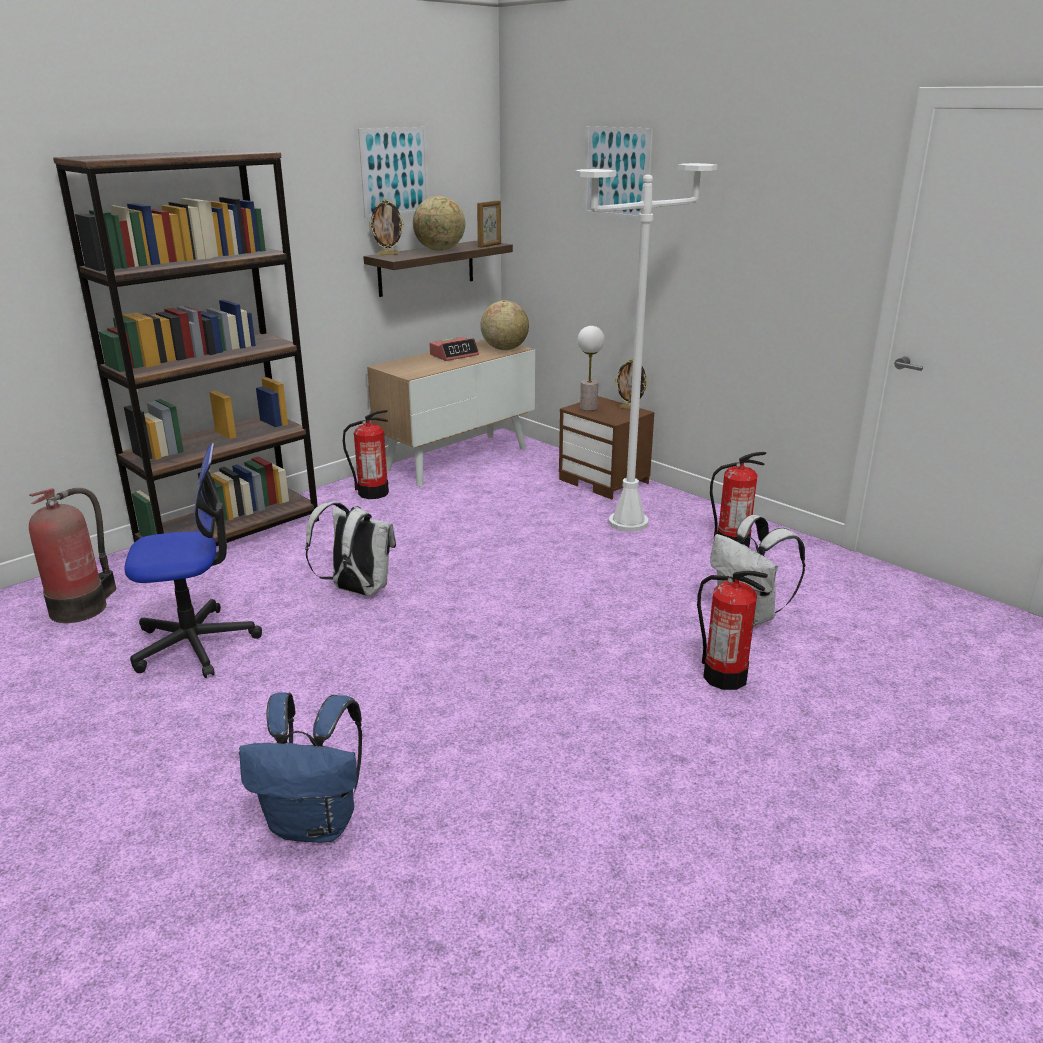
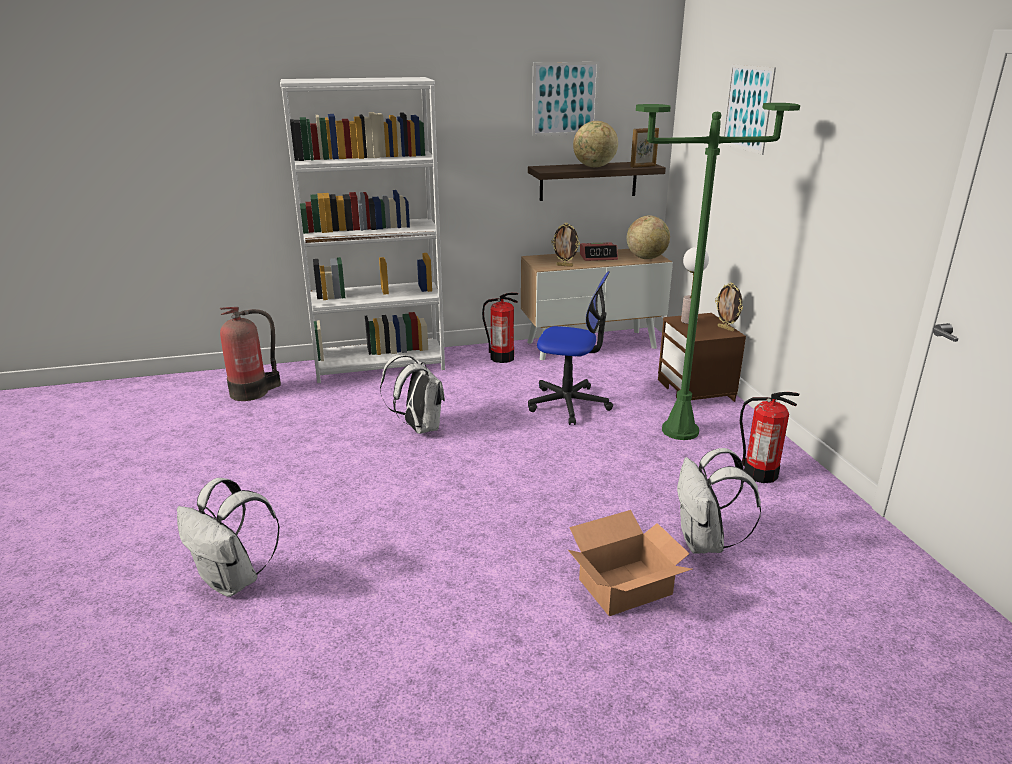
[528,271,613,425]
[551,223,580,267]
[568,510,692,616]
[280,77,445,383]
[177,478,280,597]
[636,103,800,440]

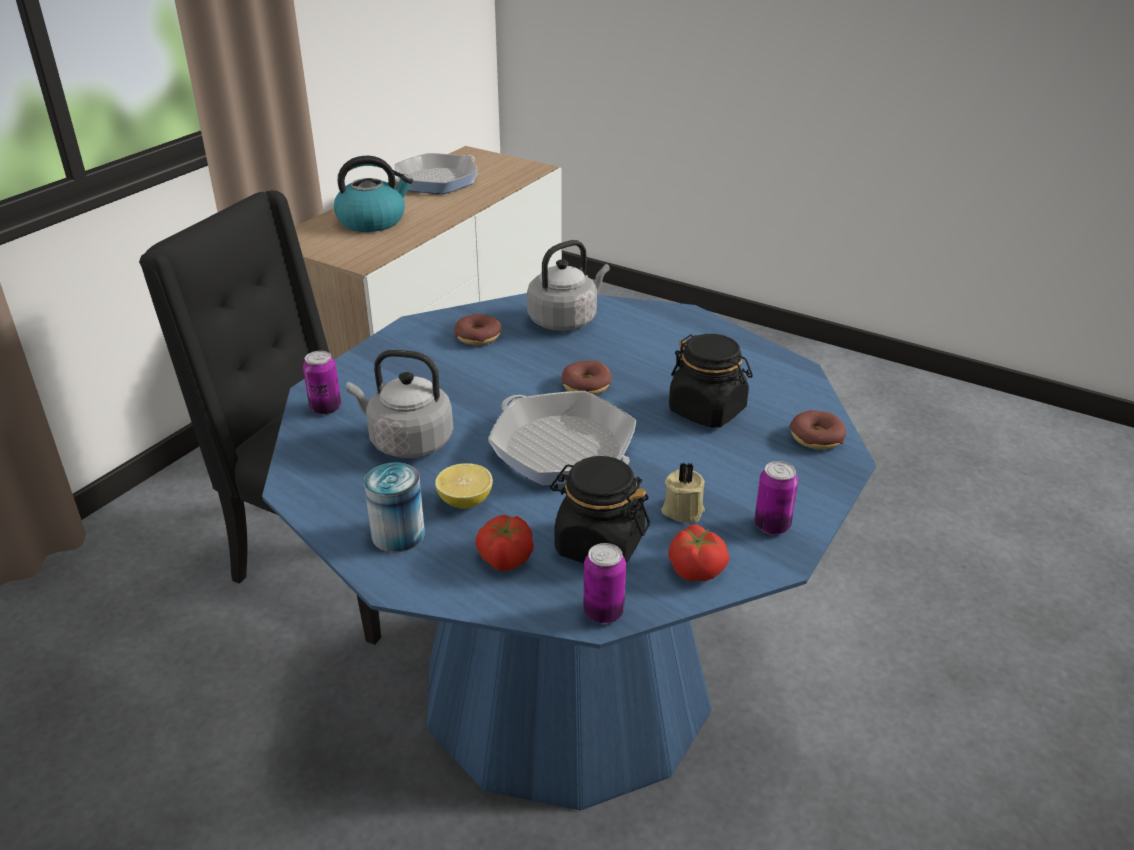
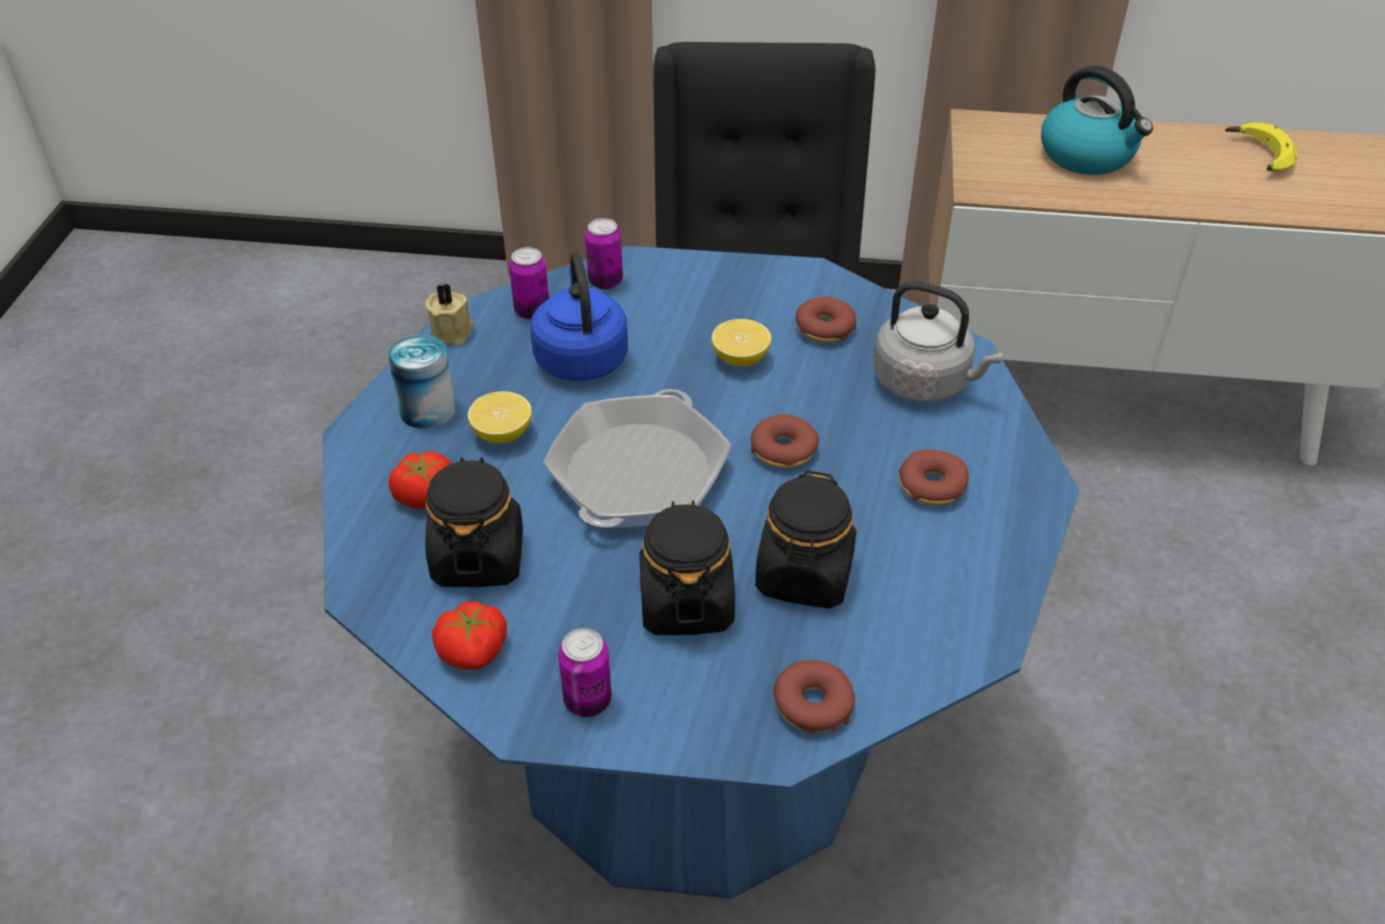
[639,500,735,635]
[711,319,771,367]
[899,450,969,506]
[509,247,549,320]
[425,283,475,346]
[1225,123,1298,172]
[530,252,628,381]

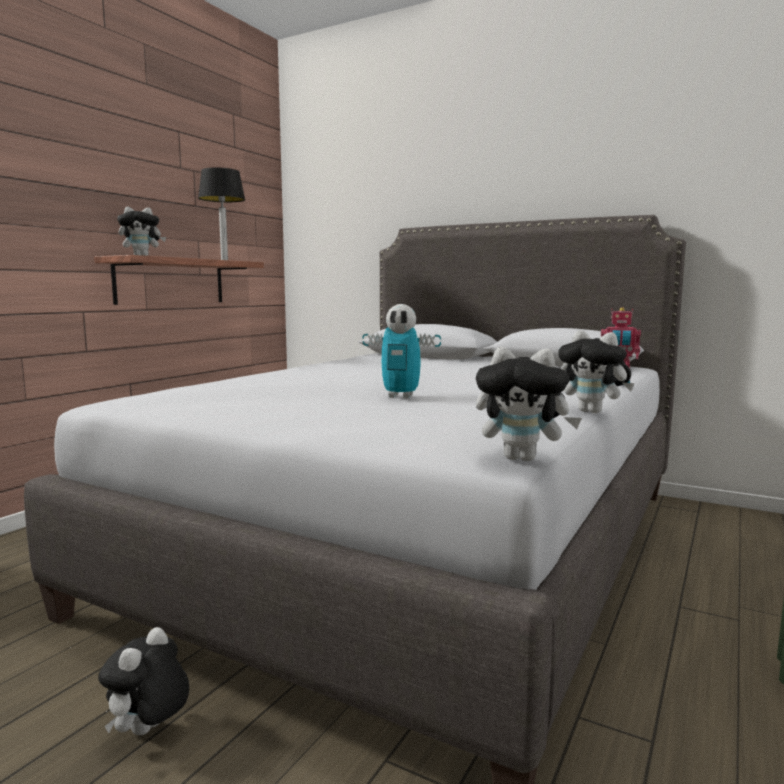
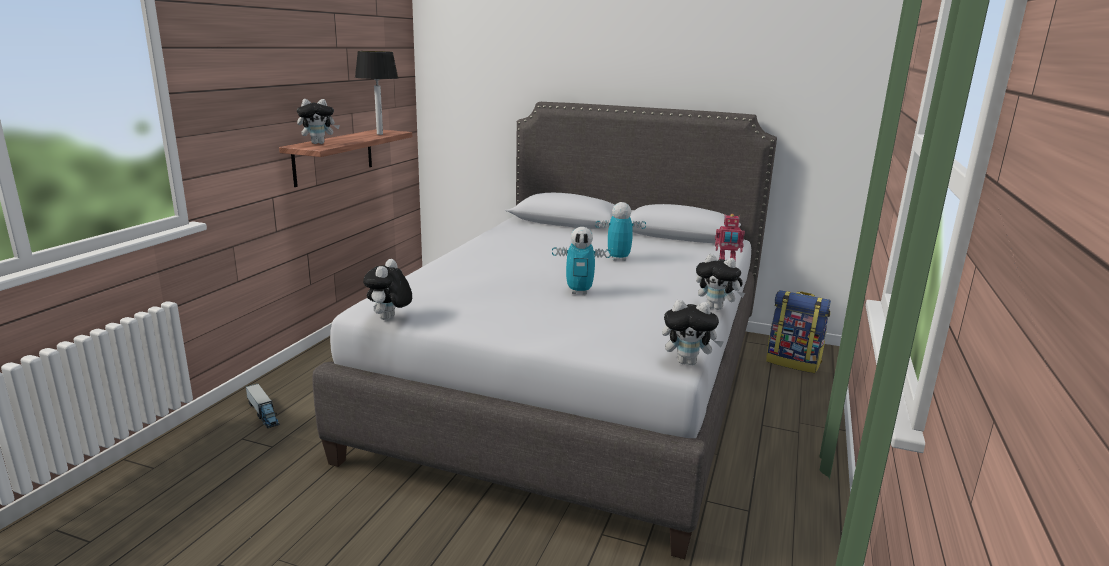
[246,384,280,428]
[595,202,646,261]
[766,290,831,373]
[363,259,412,320]

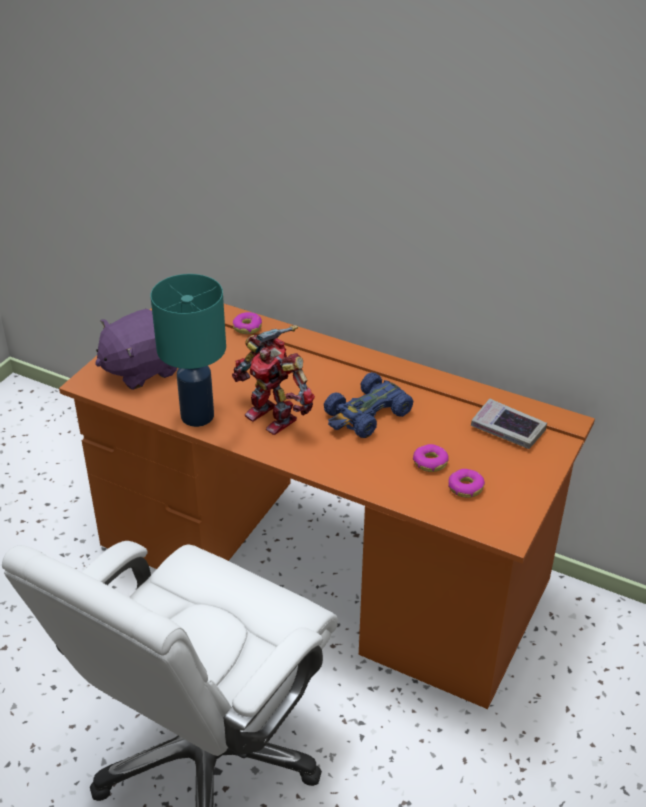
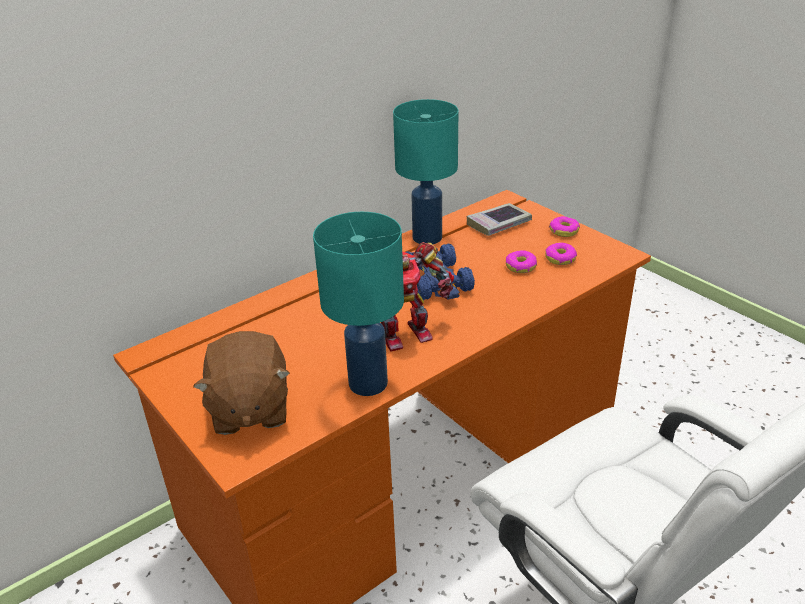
[393,99,458,245]
[549,216,580,237]
[193,331,290,435]

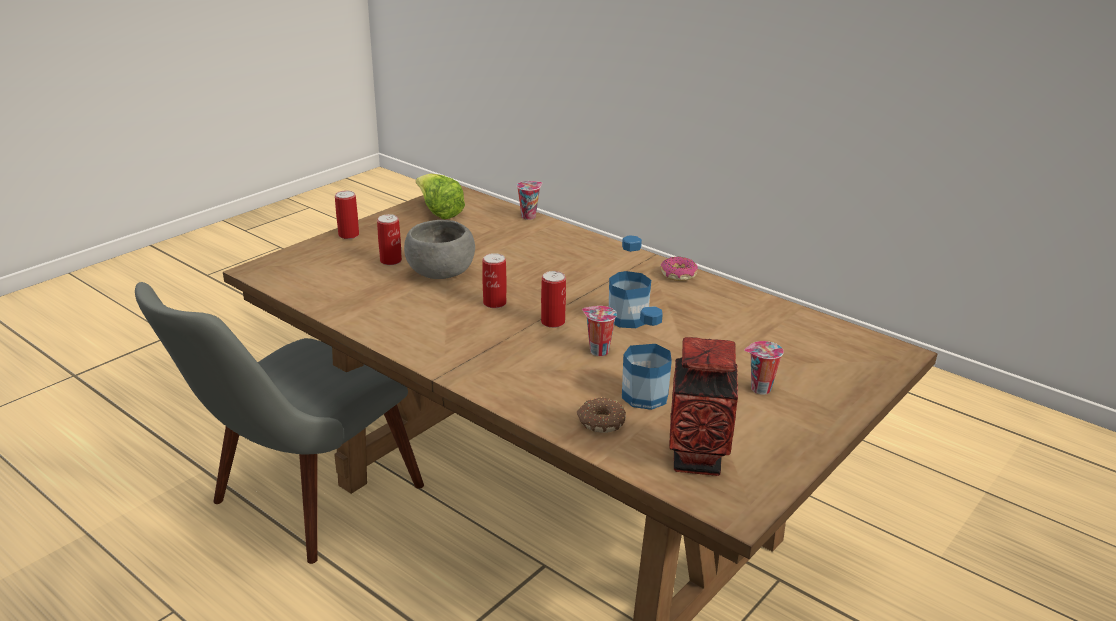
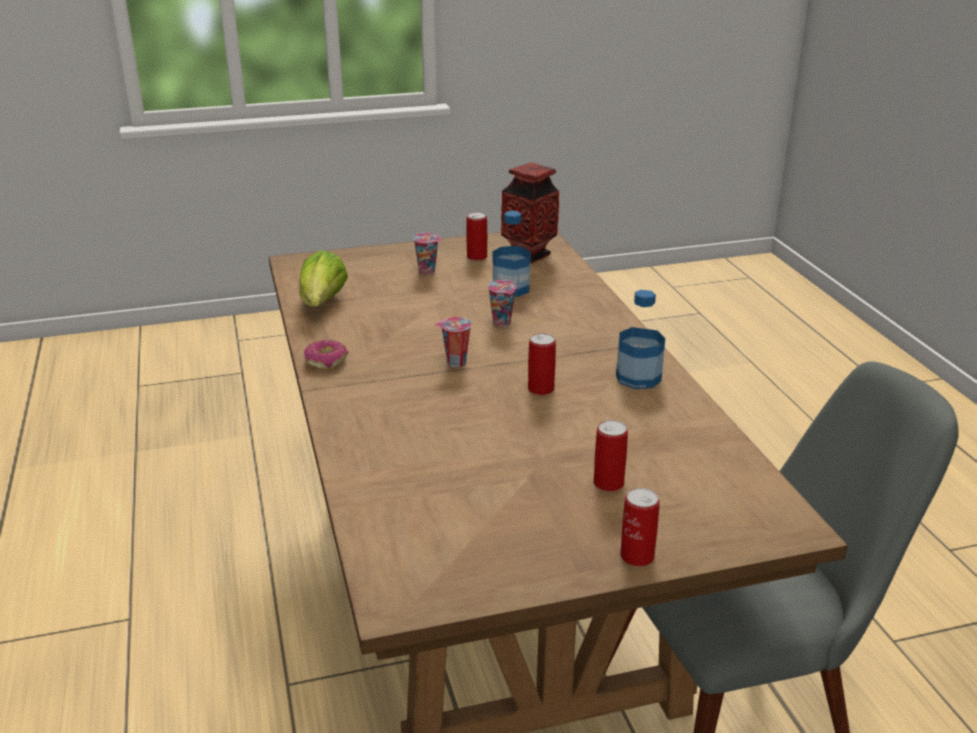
[404,220,475,279] (first image)
[577,397,626,433] (first image)
[299,250,348,307]
[435,317,472,367]
[466,212,487,261]
[616,290,665,389]

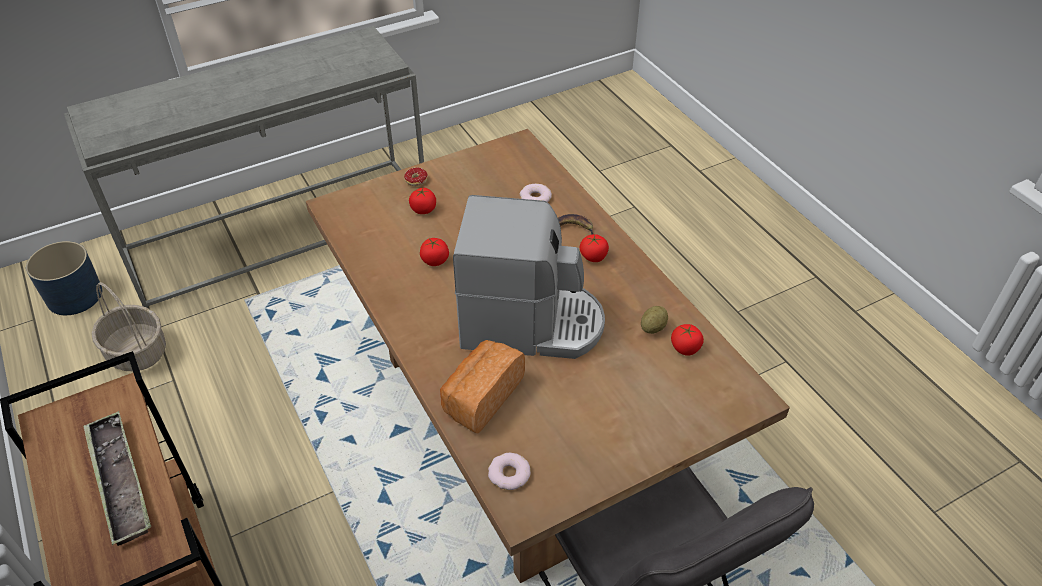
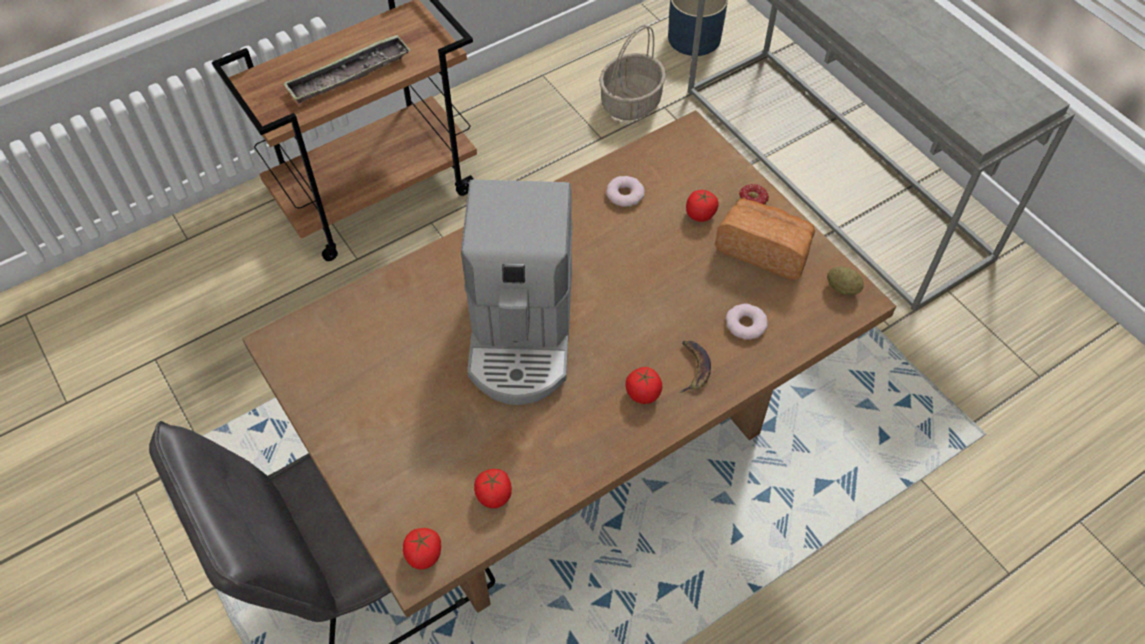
[403,528,441,569]
[715,198,815,280]
[606,176,645,207]
[827,266,864,295]

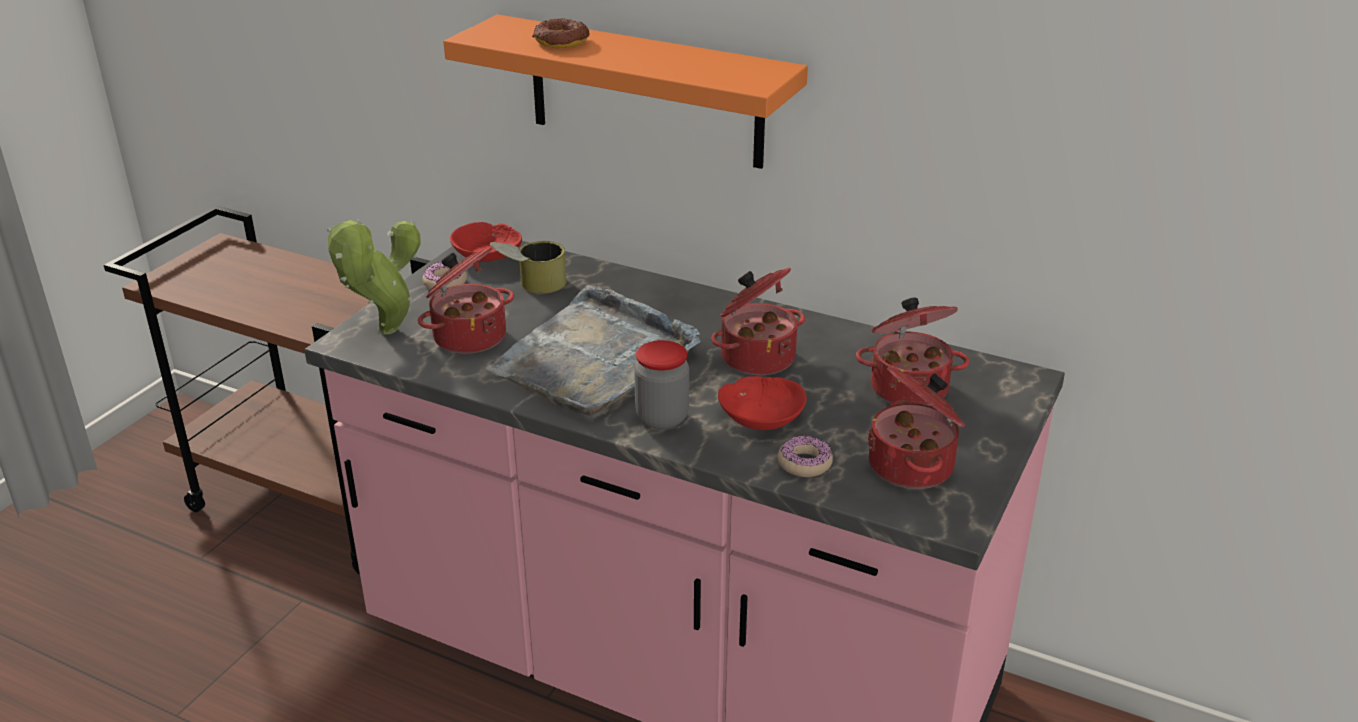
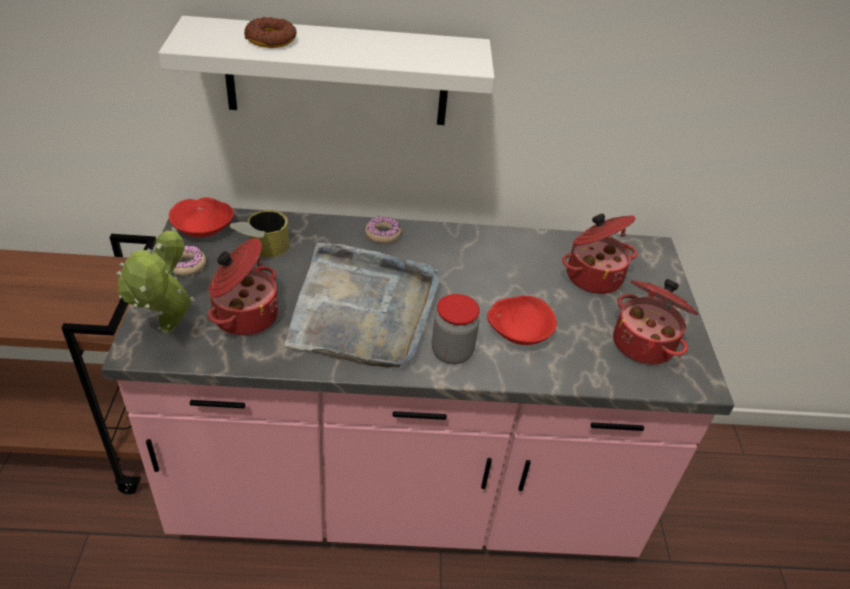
[711,267,805,375] (first image)
[365,216,401,244]
[159,16,494,125]

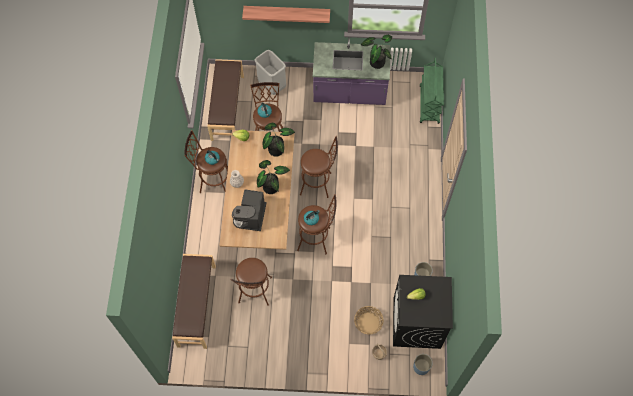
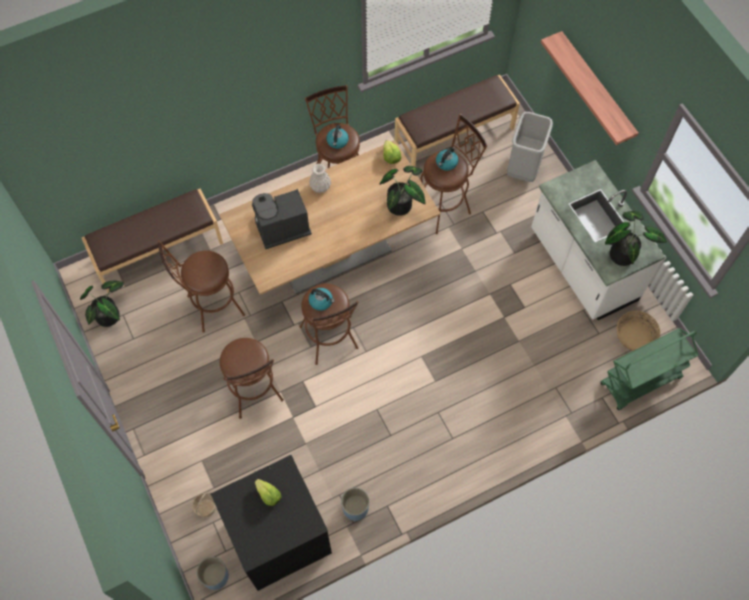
[80,280,124,327]
[220,338,284,419]
[617,311,660,351]
[531,160,665,320]

